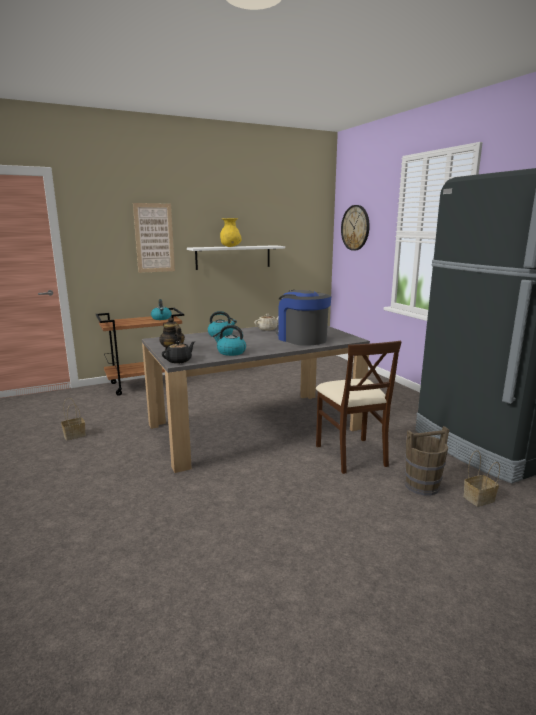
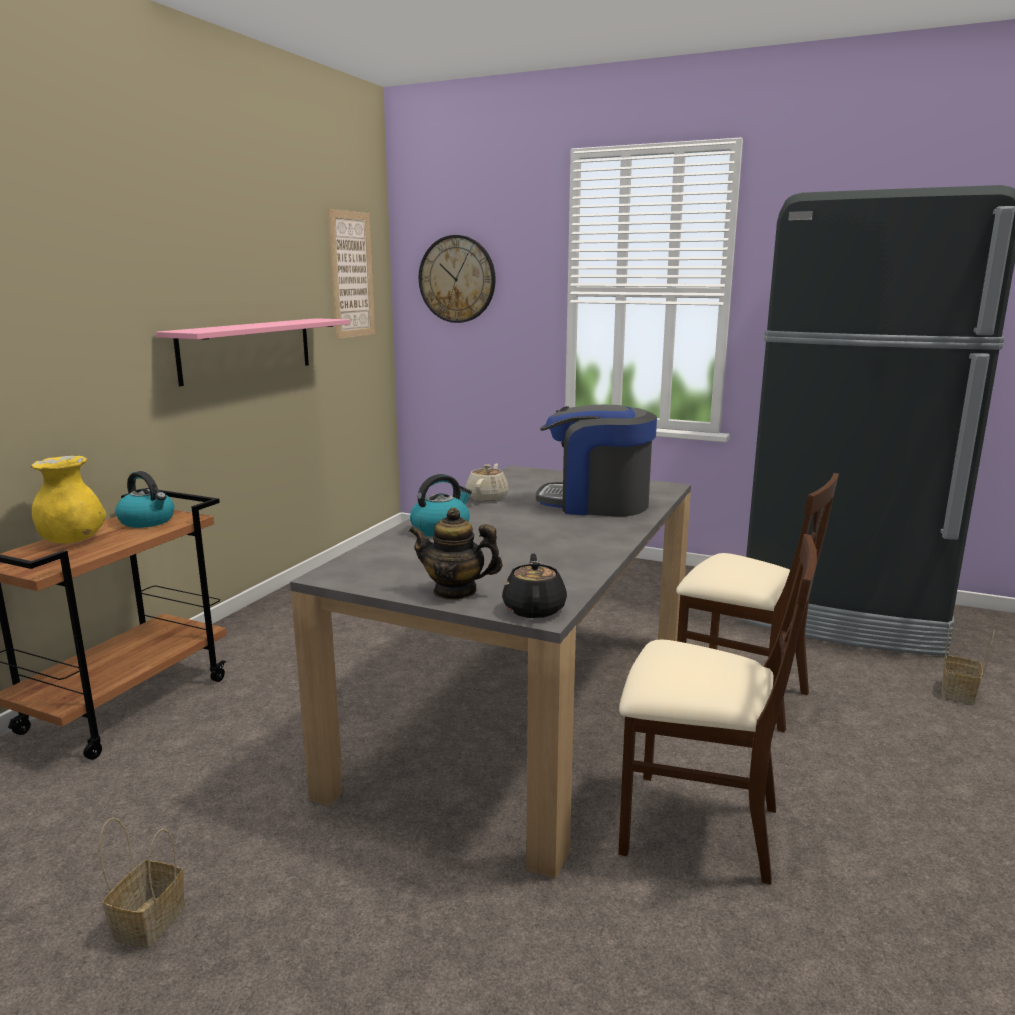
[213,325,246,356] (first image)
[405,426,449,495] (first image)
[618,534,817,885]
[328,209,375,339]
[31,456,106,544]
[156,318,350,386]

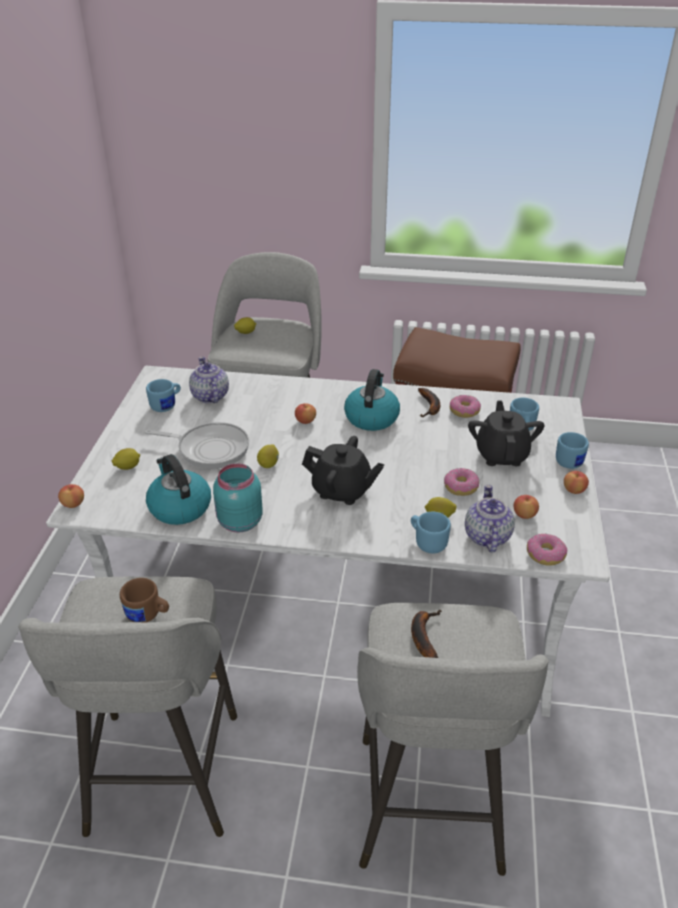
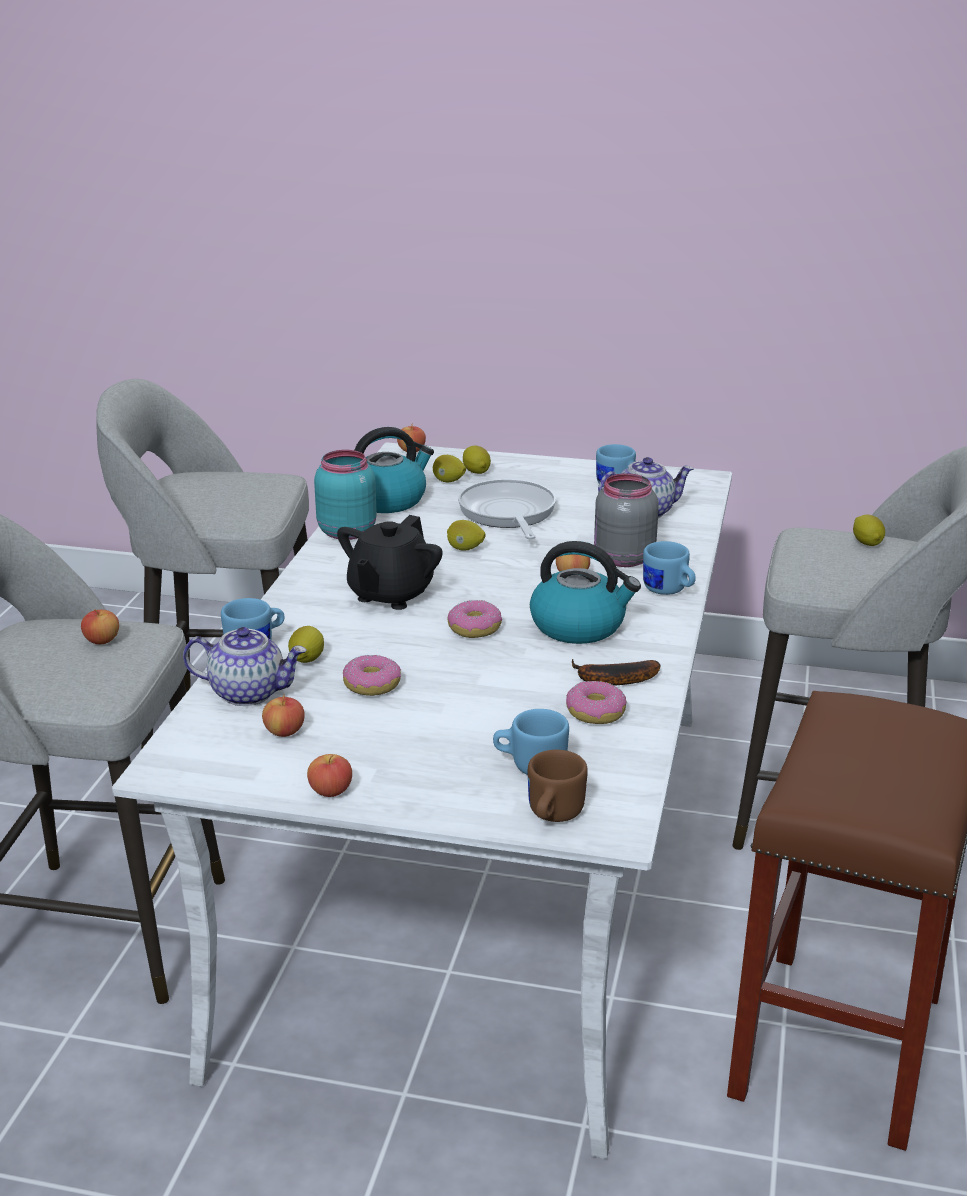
[468,401,545,466] (first image)
[433,455,466,483]
[594,473,659,567]
[528,750,588,822]
[447,600,502,638]
[643,541,696,595]
[81,609,119,644]
[458,479,556,539]

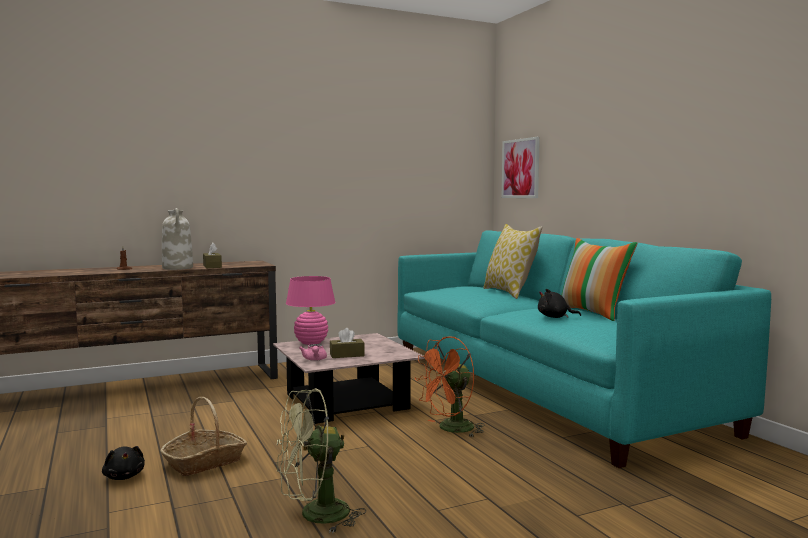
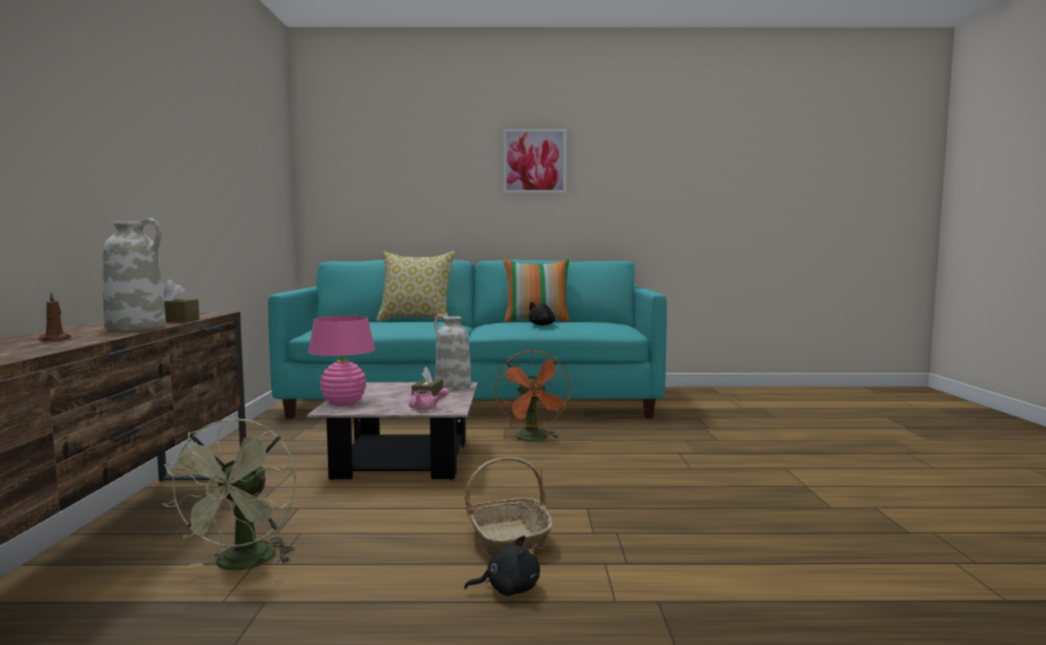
[434,314,471,390]
[162,418,296,570]
[503,129,566,193]

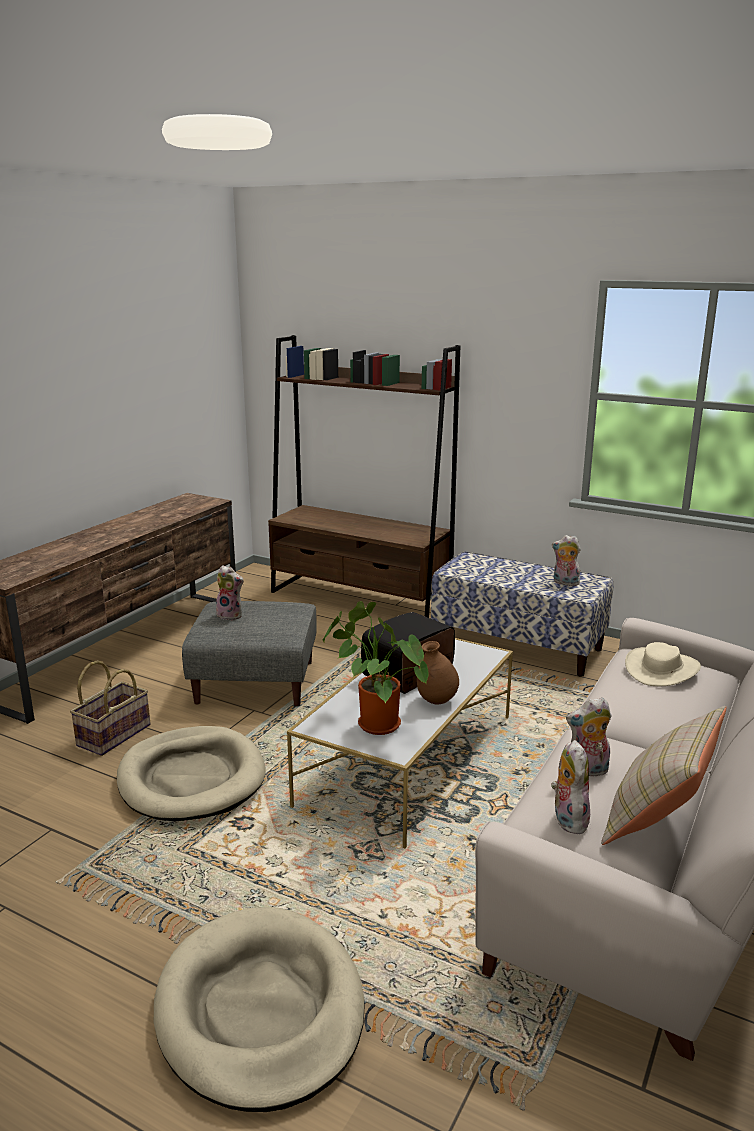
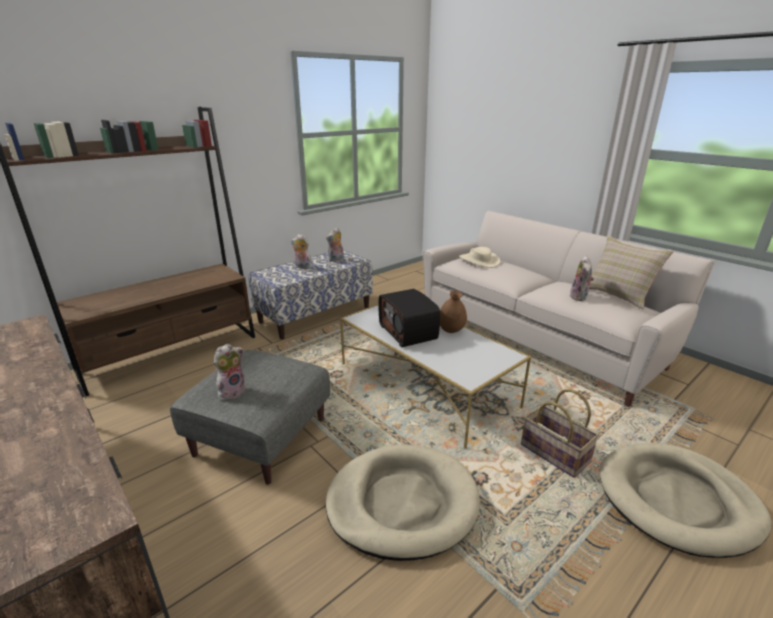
[323,601,429,735] (first image)
[521,389,599,478]
[291,234,312,269]

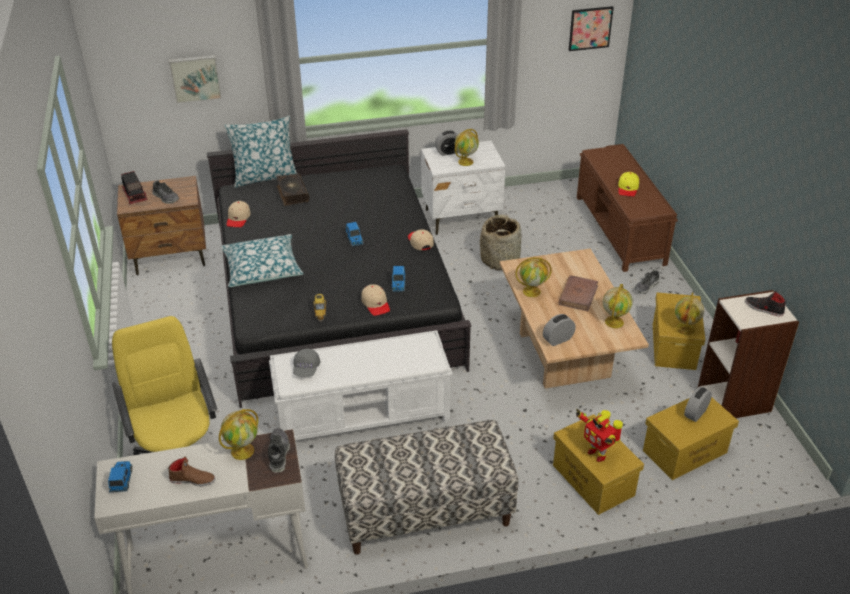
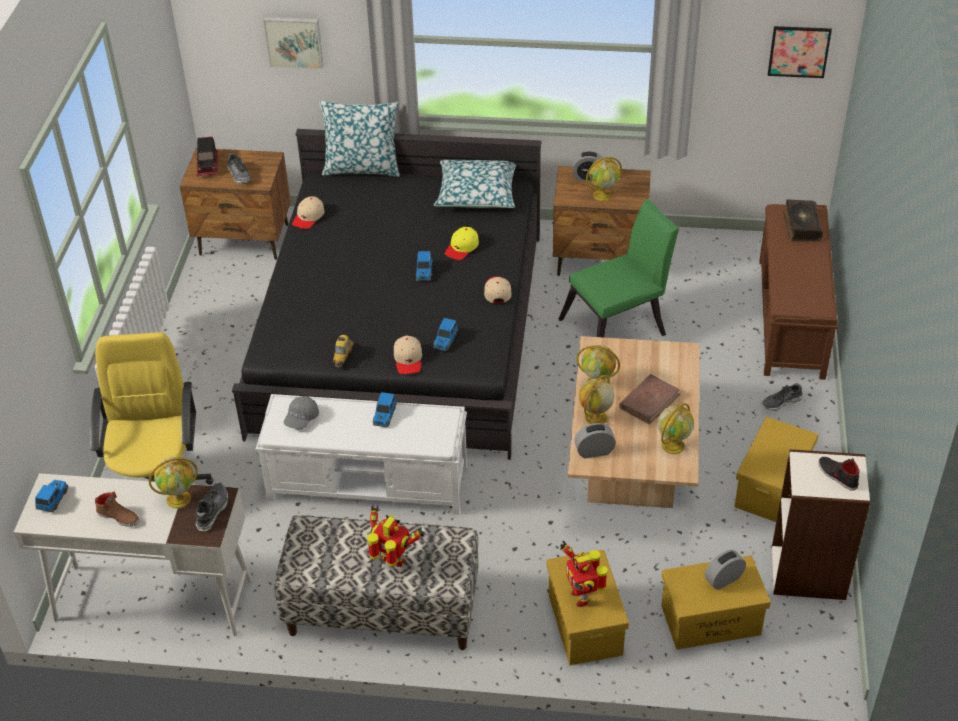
[367,506,424,567]
[373,392,397,427]
[434,160,516,208]
[783,199,823,241]
[445,227,479,260]
[579,375,614,424]
[558,198,679,337]
[553,166,651,276]

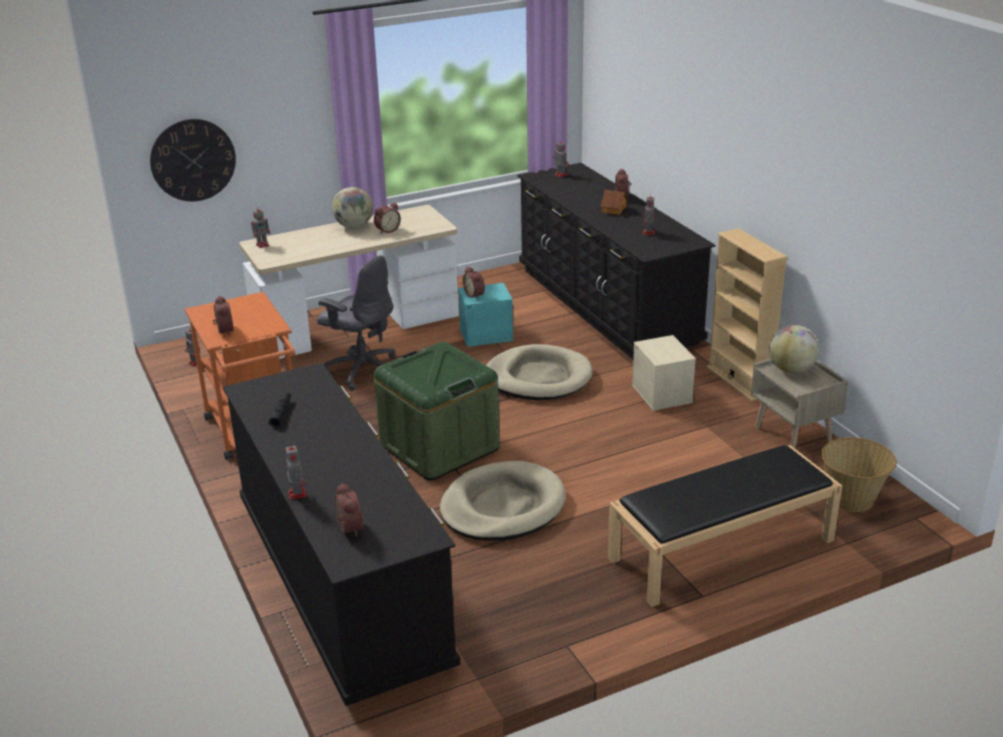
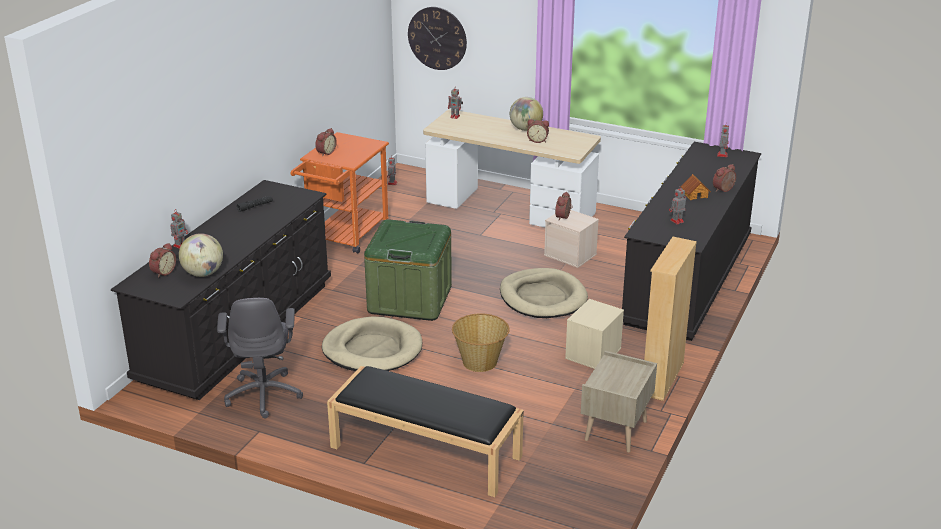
[217,298,303,418]
[179,233,223,277]
[452,313,510,372]
[544,210,599,268]

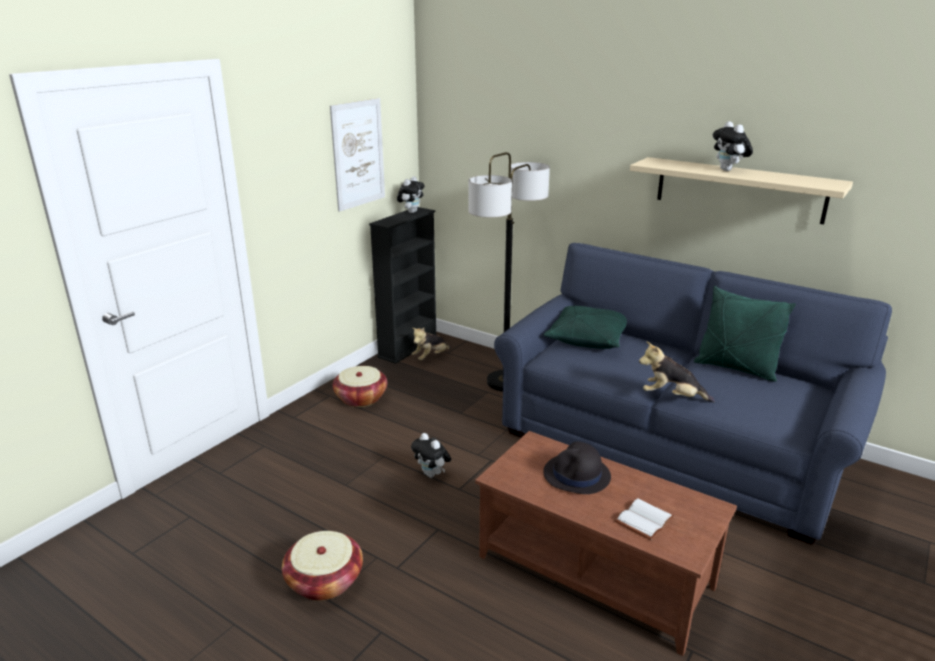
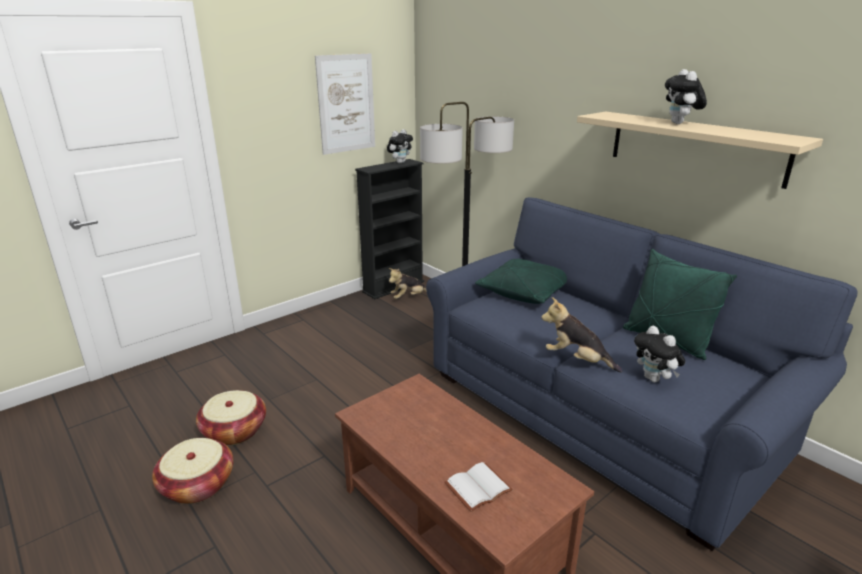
[543,442,611,494] (first image)
[196,390,266,446]
[634,326,685,382]

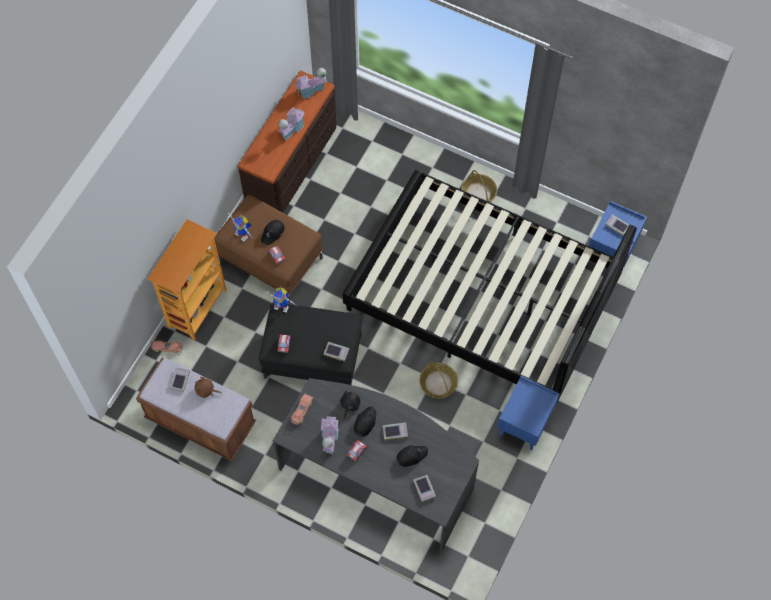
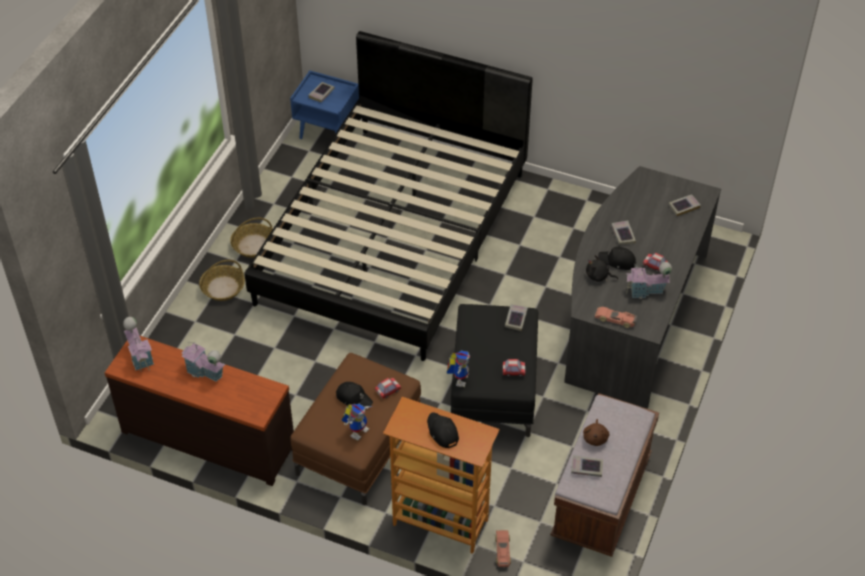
[497,376,560,450] (first image)
[427,413,459,448]
[199,260,245,301]

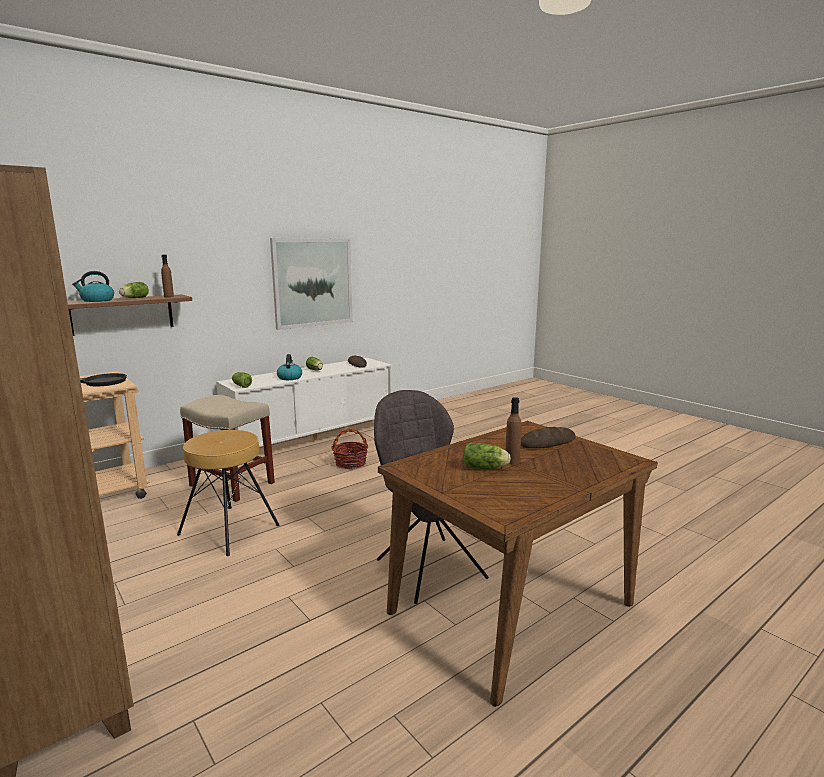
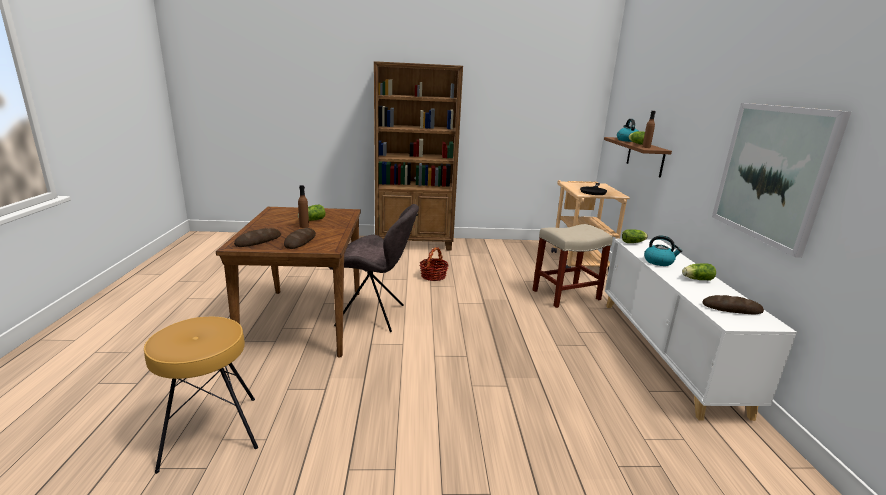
[234,228,281,247]
[144,317,258,474]
[420,247,449,281]

